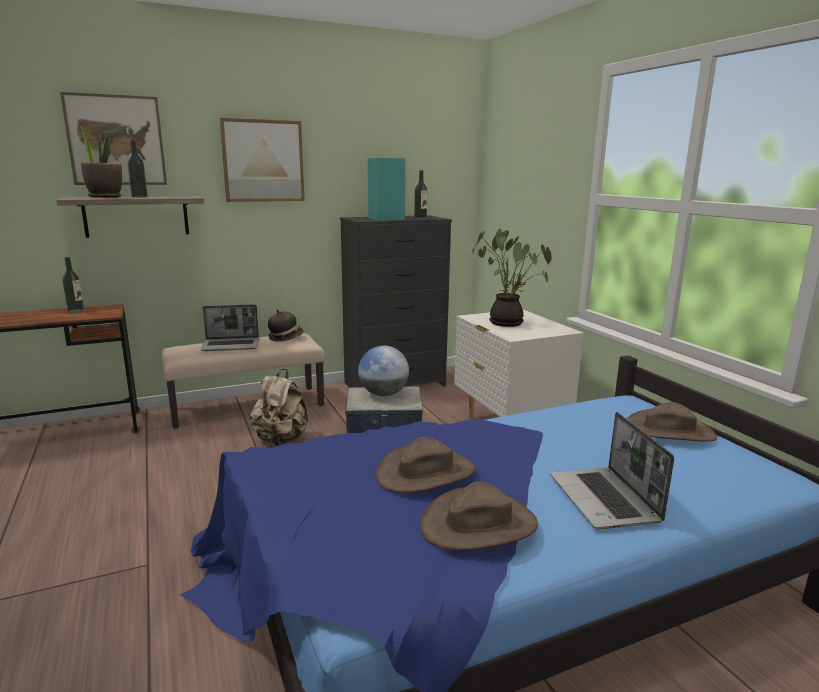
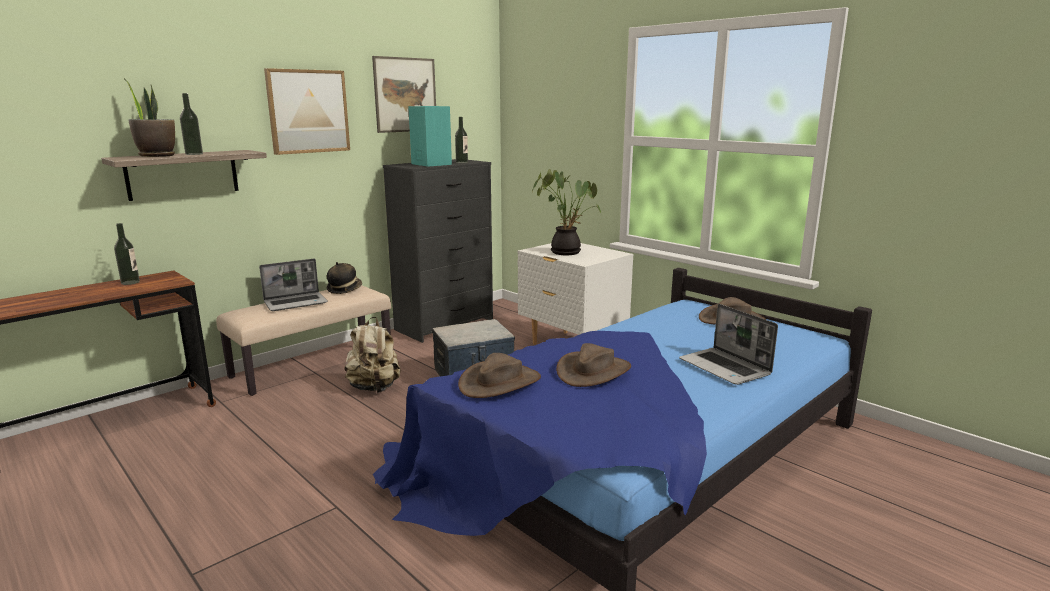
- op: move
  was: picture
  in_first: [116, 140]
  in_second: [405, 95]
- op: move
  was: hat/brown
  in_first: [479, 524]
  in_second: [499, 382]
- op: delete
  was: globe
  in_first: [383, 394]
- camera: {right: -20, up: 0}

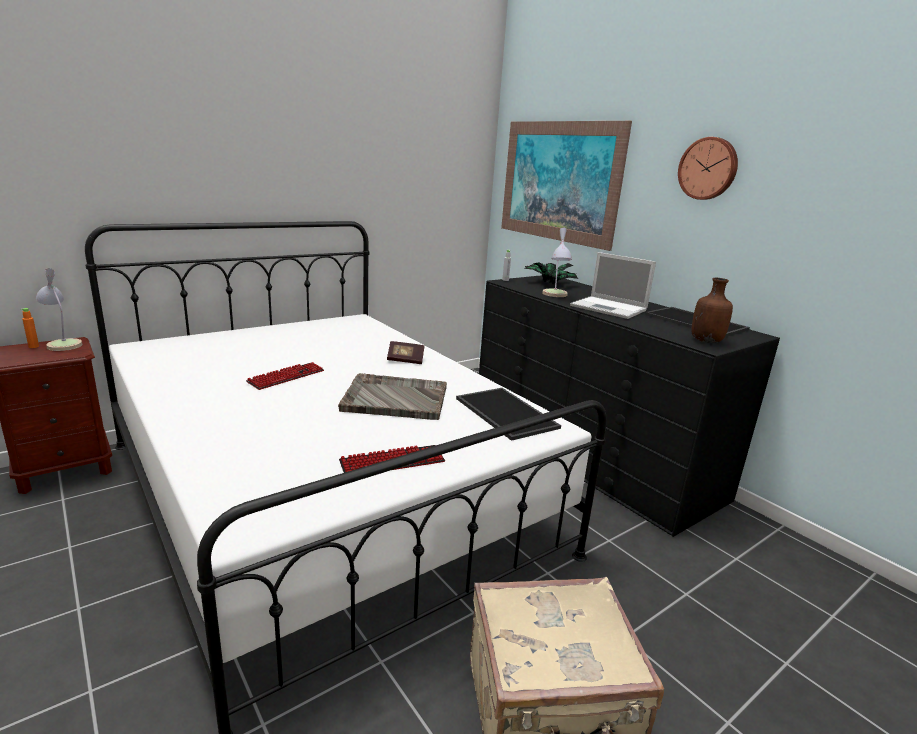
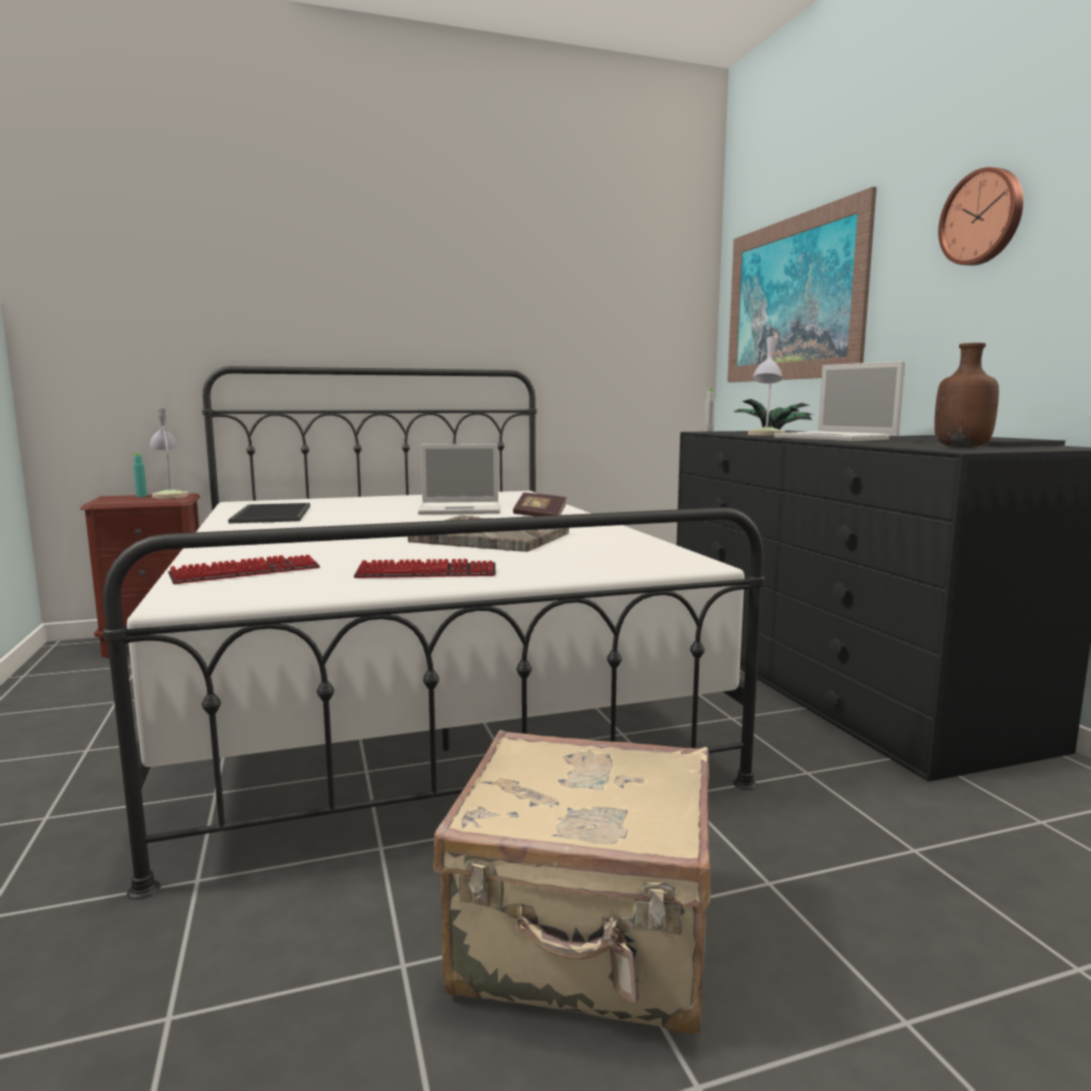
- op: recolor
  was: bottle/orange
  now: bottle/turquoise
  in_first: [33, 346]
  in_second: [141, 496]
- op: move
  was: keyboard
  in_first: [286, 377]
  in_second: [246, 572]
- op: move
  was: tray
  in_first: [504, 413]
  in_second: [270, 514]
- op: insert
  now: laptop
  in_second: [461, 509]
- camera: {right: 20, up: -10}

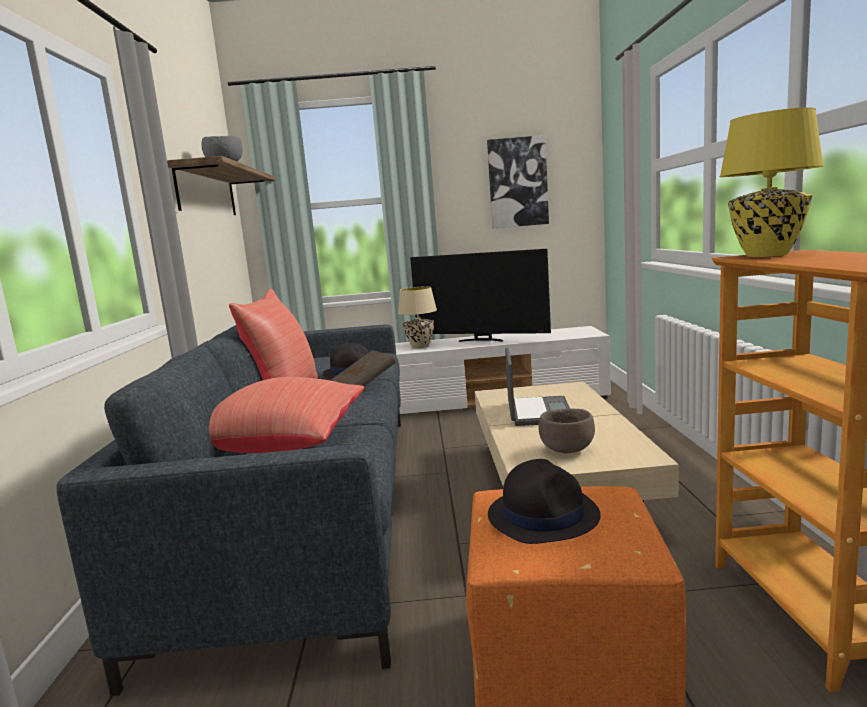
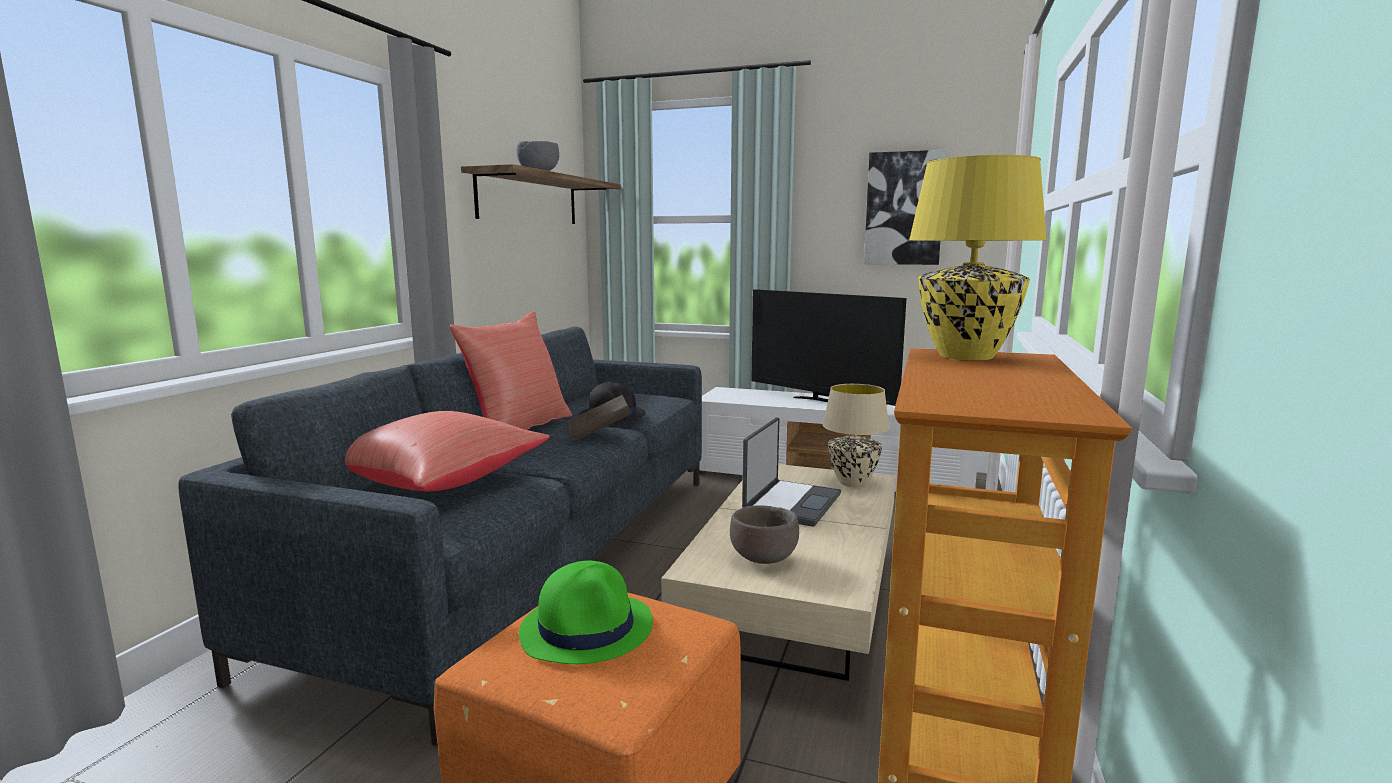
- op: recolor
  was: hat/black
  now: hat/green
  in_first: [543, 515]
  in_second: [587, 628]
- op: move
  was: table lamp/beige
  in_first: [420, 346]
  in_second: [853, 483]
- camera: {right: 20, up: 0}

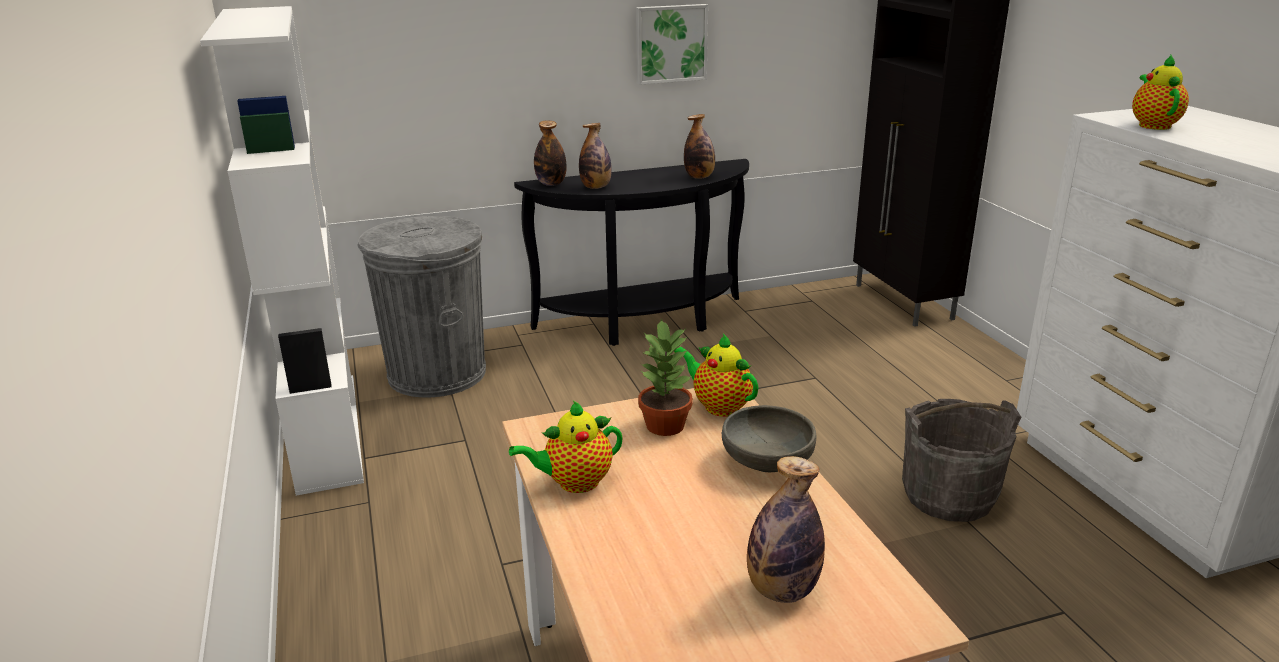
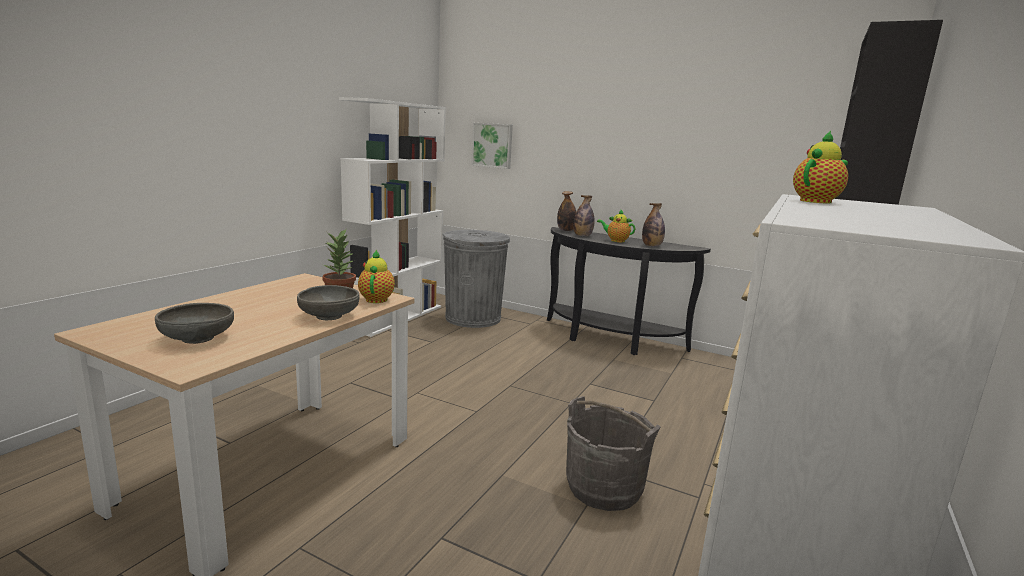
- op: replace
  was: bottle
  now: bowl/grey
  in_first: [781, 590]
  in_second: [197, 338]
- op: move
  was: picture
  in_first: [670, 43]
  in_second: [492, 145]
- op: move
  was: teapot
  in_first: [574, 483]
  in_second: [616, 240]
- camera: {right: 45, up: -10}

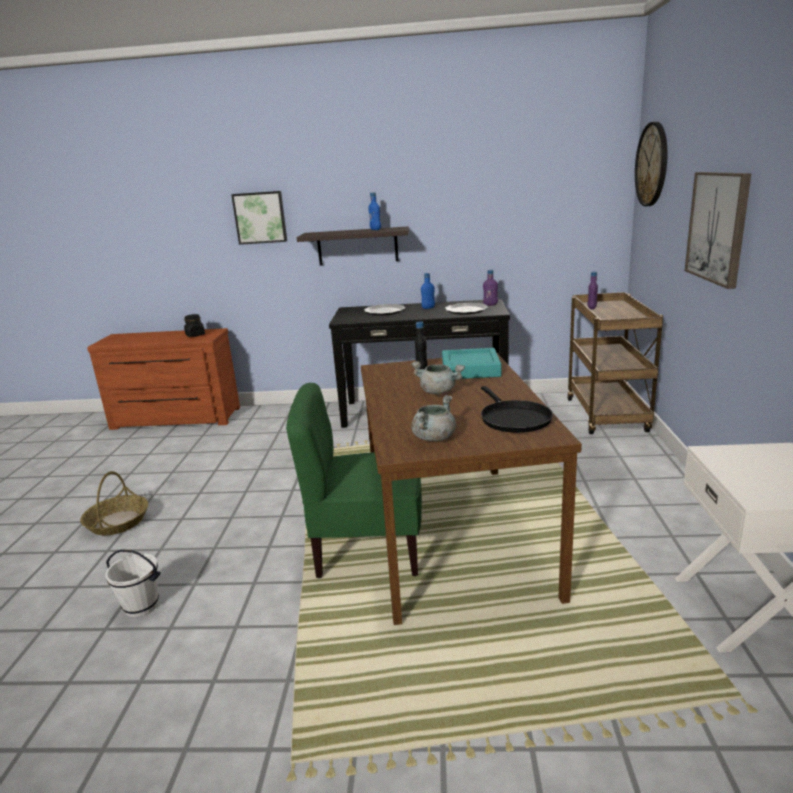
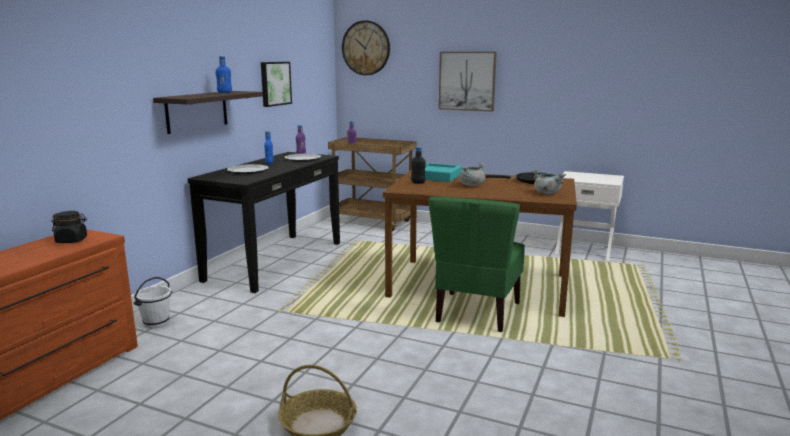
- op: move
  was: bucket/white
  in_first: [141, 607]
  in_second: [156, 323]
- op: move
  was: picture
  in_first: [260, 217]
  in_second: [274, 83]
- camera: {right: -70, up: -5}

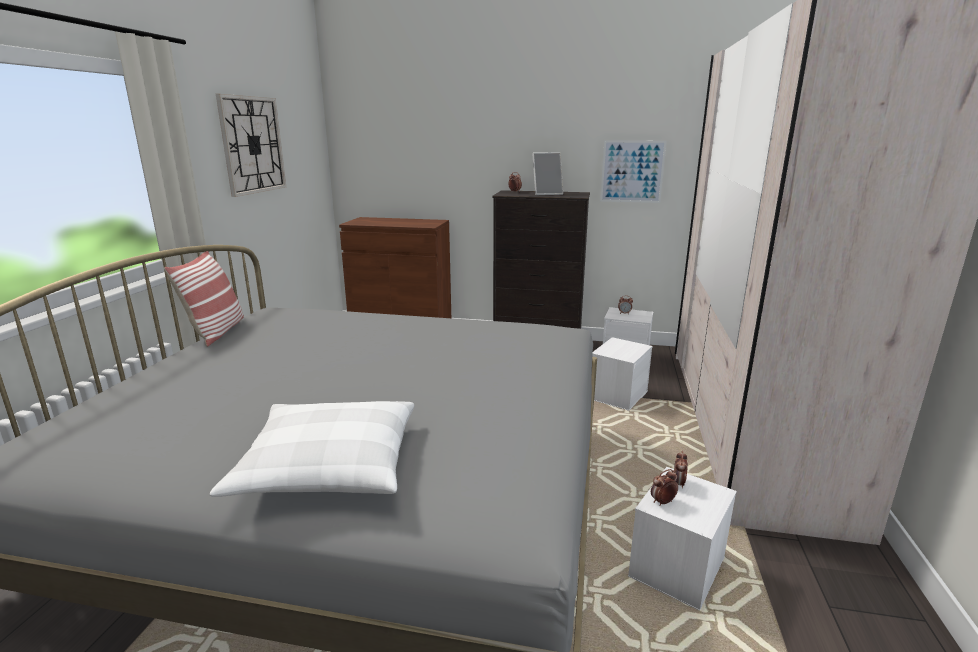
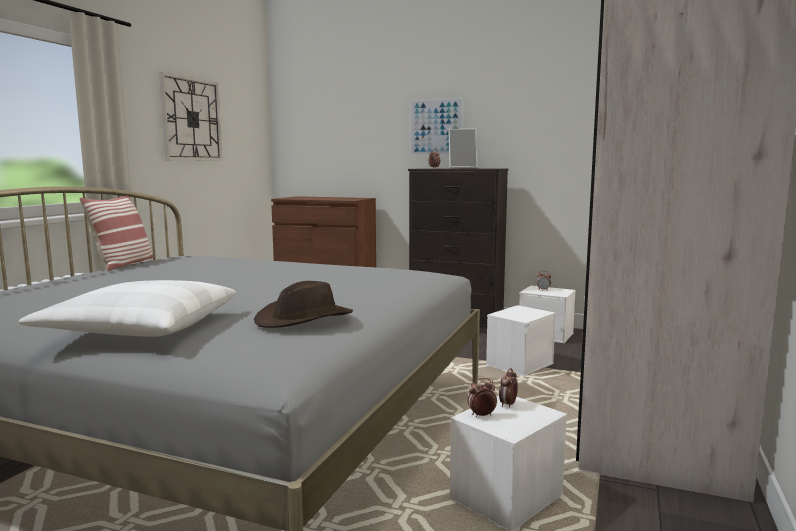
- op: insert
  now: hat/brown
  in_second: [305, 319]
- op: move
  was: picture
  in_first: [632, 171]
  in_second: [436, 127]
- camera: {right: 10, up: -10}

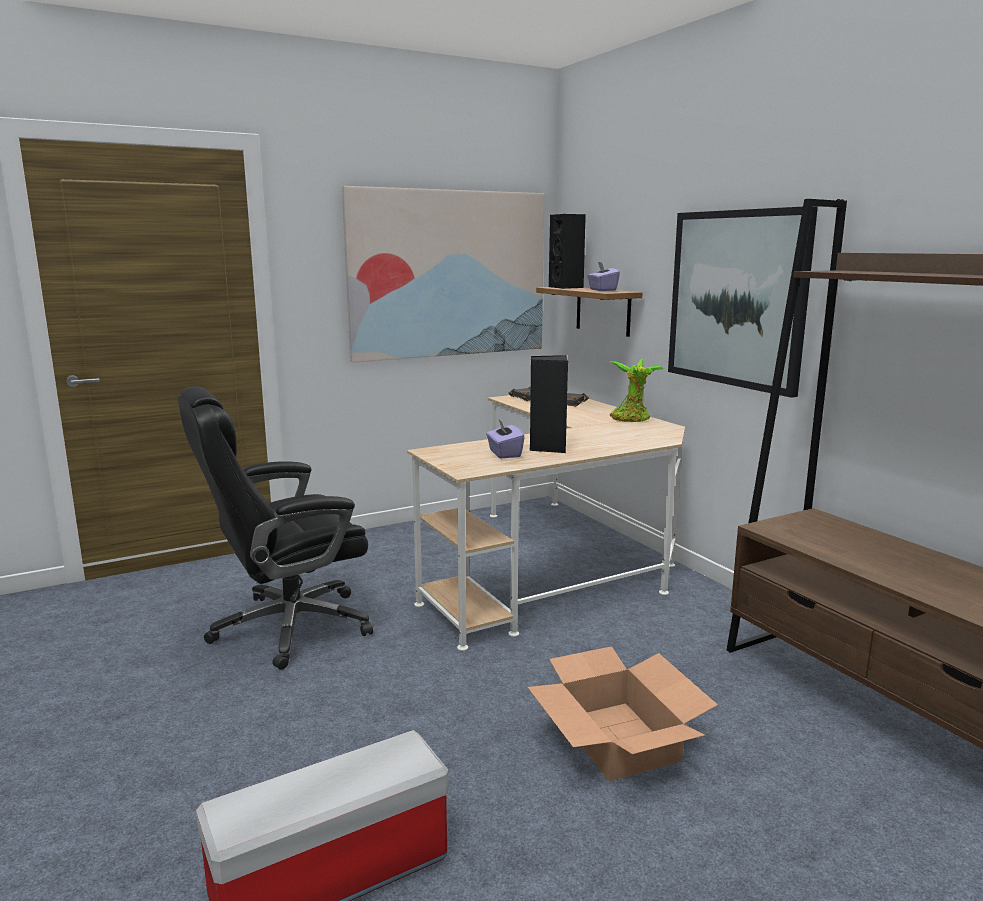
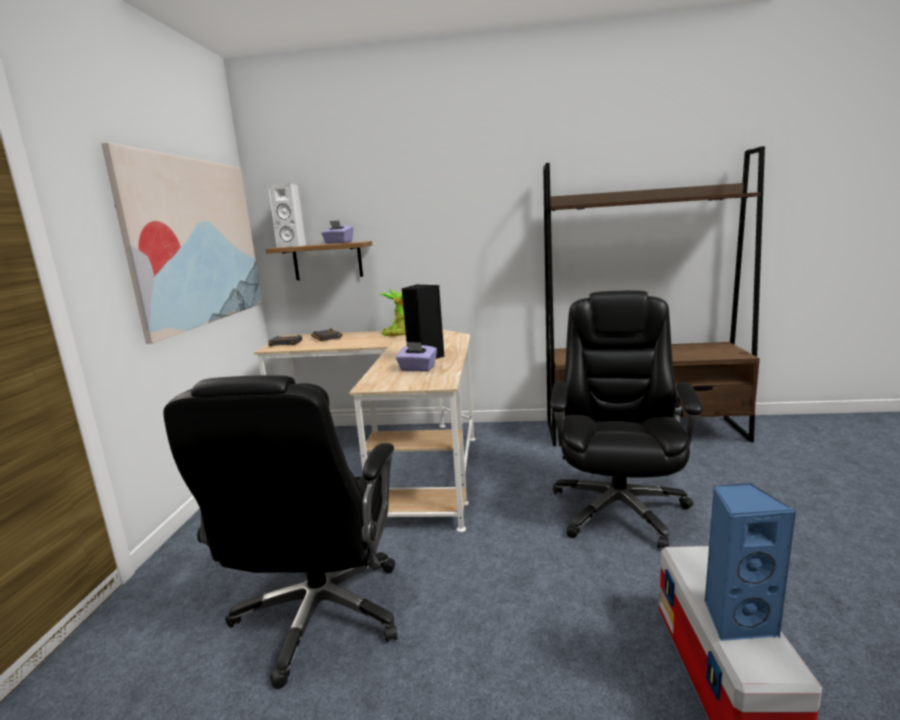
- op: recolor
  was: speaker/black
  now: speaker/white
  in_first: [566, 287]
  in_second: [293, 246]
- op: replace
  was: cardboard box
  now: office chair/black
  in_first: [618, 740]
  in_second: [618, 508]
- op: insert
  now: speaker/blue
  in_second: [736, 620]
- op: delete
  was: picture
  in_first: [736, 298]
- camera: {right: -55, up: 0}

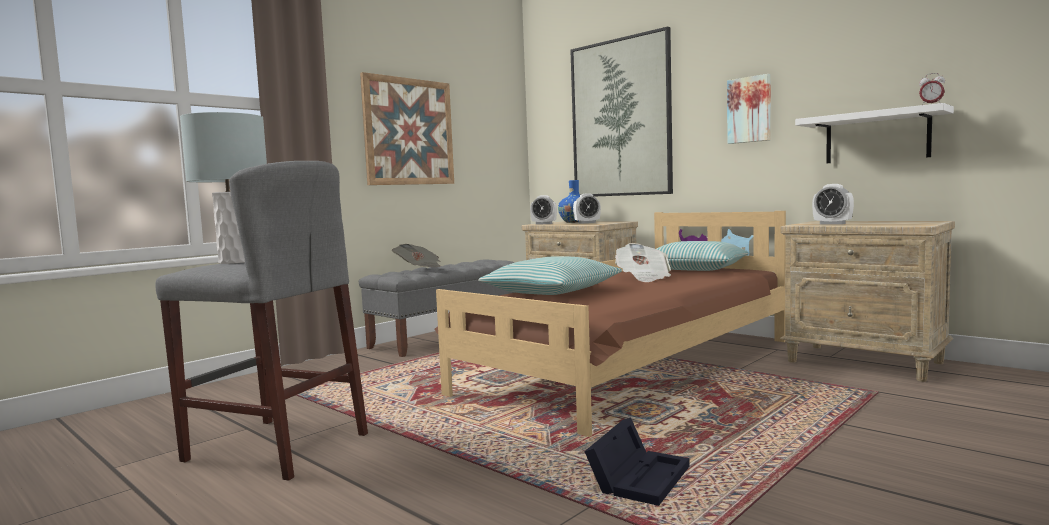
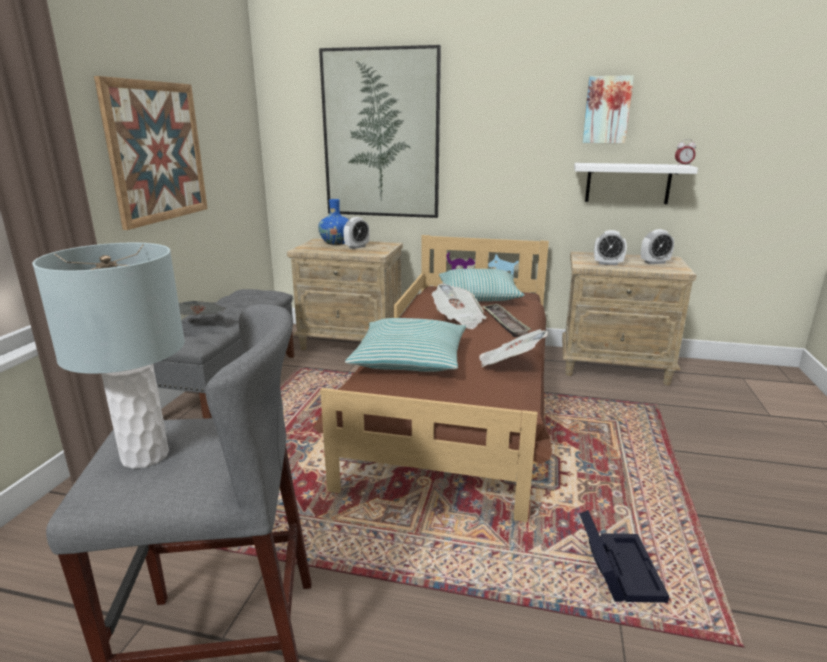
- op: insert
  now: newspaper
  in_second: [509, 364]
- op: insert
  now: tray
  in_second: [504, 323]
- op: move
  was: picture
  in_first: [749, 110]
  in_second: [607, 110]
- op: move
  was: alarm clock
  in_first: [544, 224]
  in_second: [654, 262]
- camera: {right: -30, up: 15}

